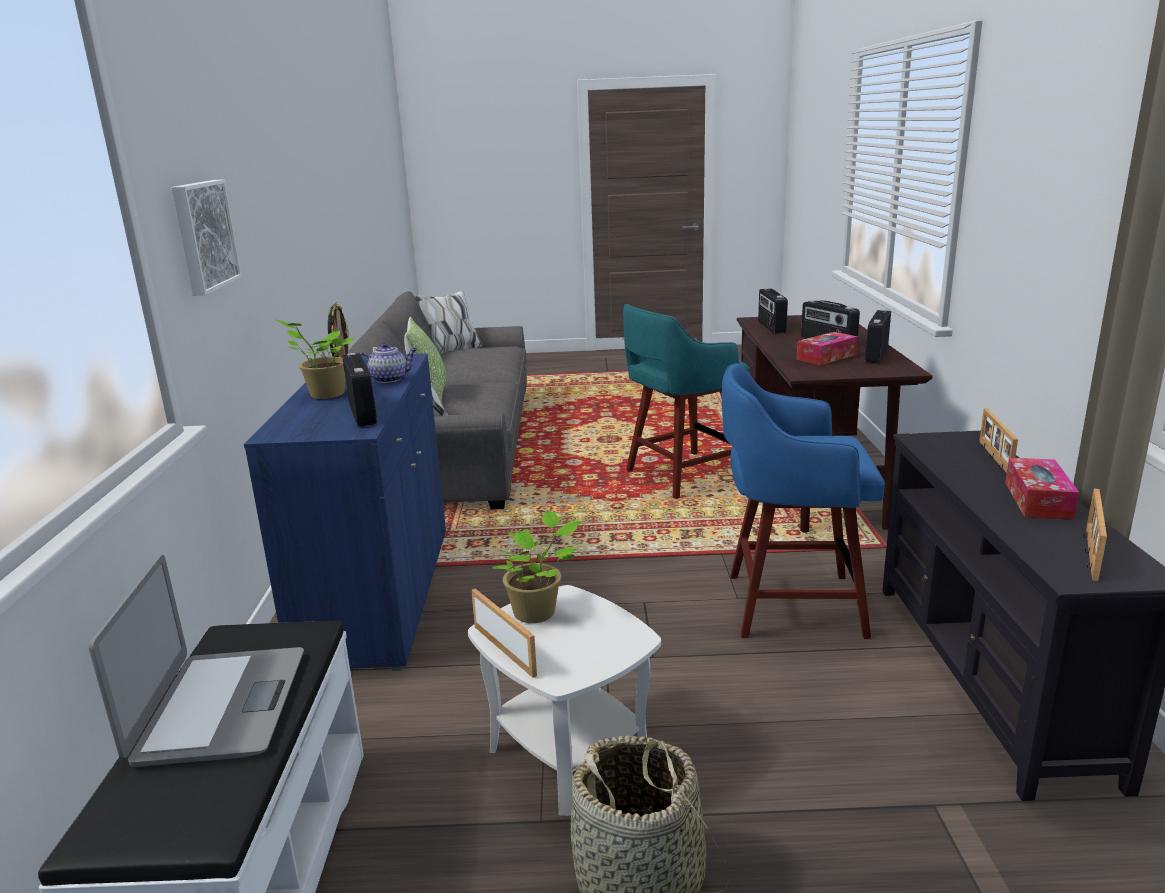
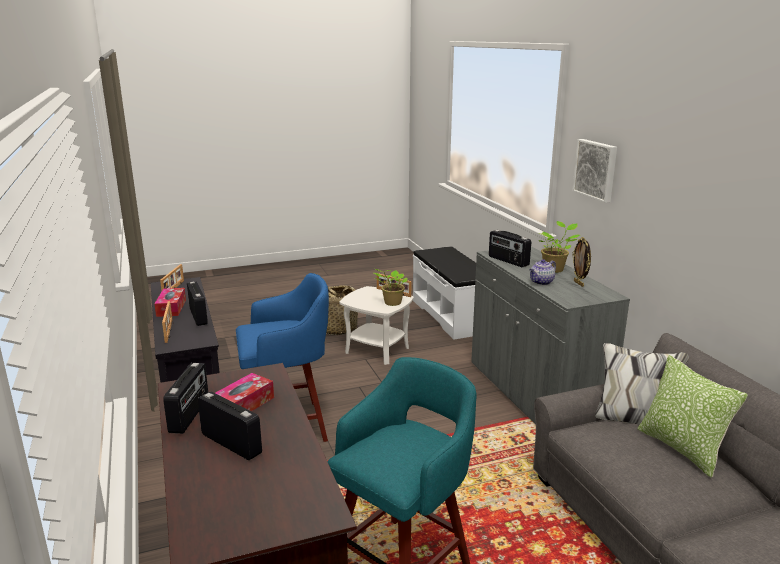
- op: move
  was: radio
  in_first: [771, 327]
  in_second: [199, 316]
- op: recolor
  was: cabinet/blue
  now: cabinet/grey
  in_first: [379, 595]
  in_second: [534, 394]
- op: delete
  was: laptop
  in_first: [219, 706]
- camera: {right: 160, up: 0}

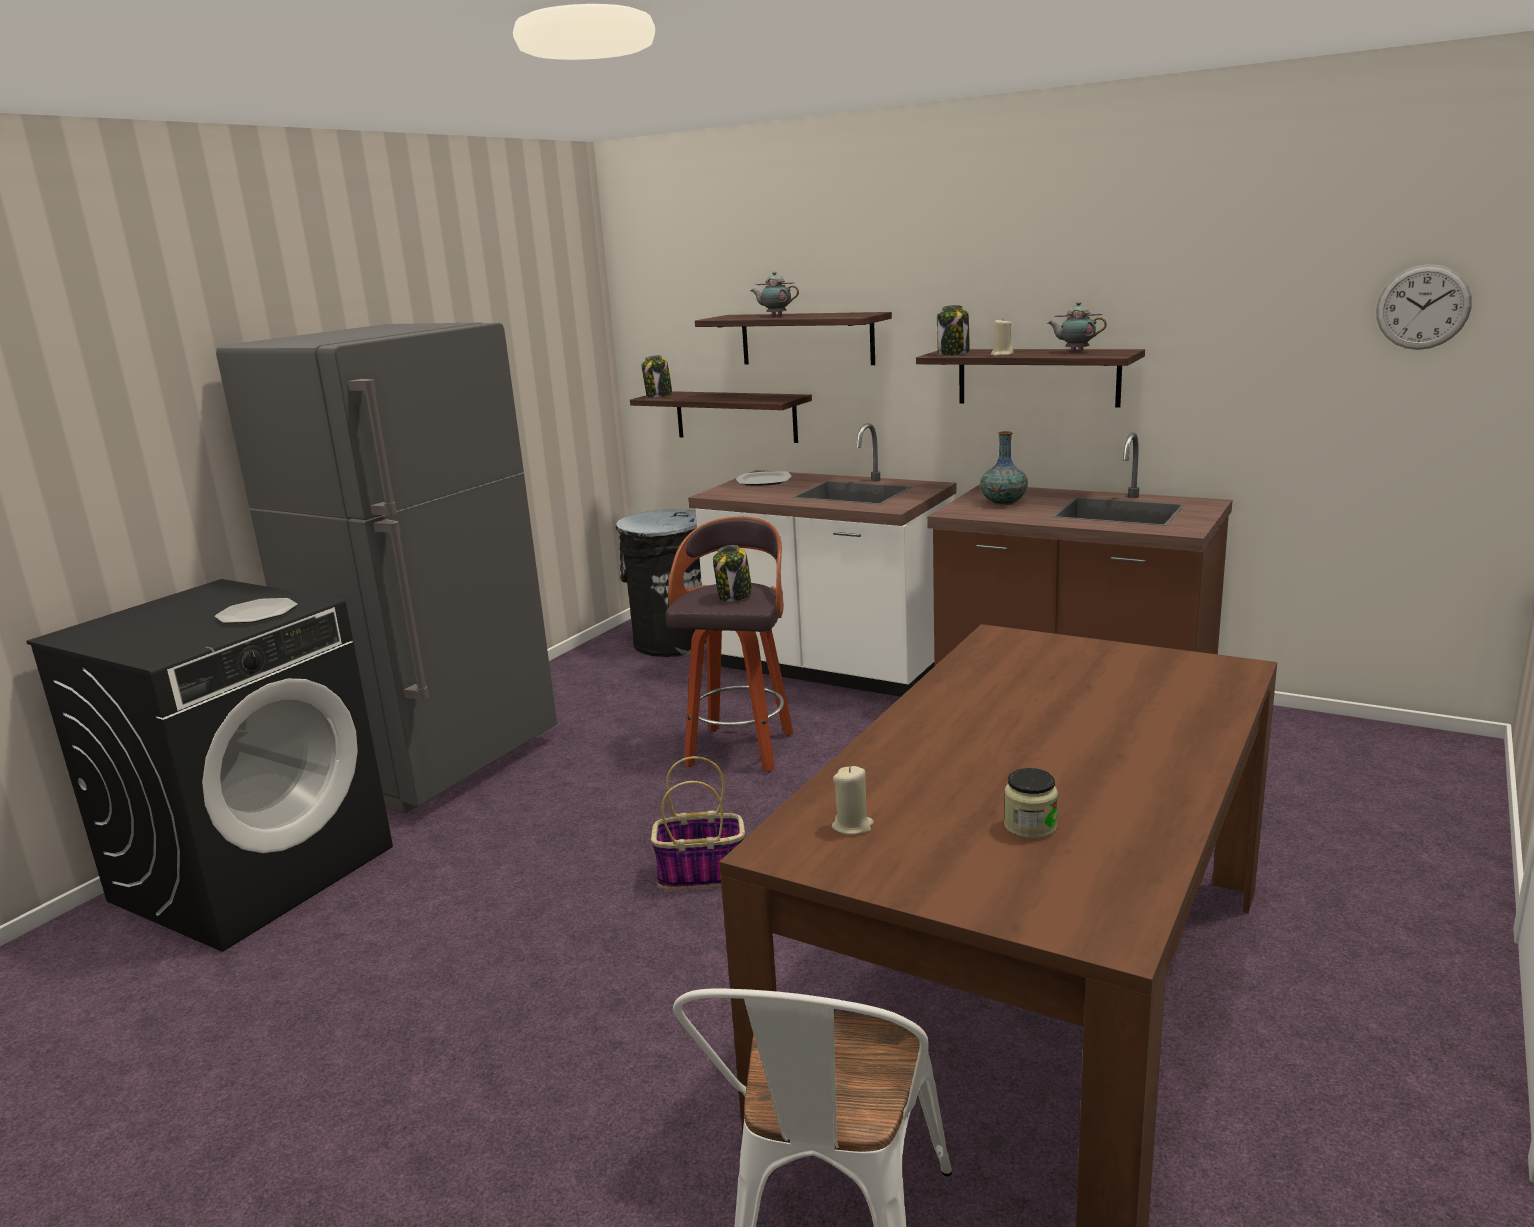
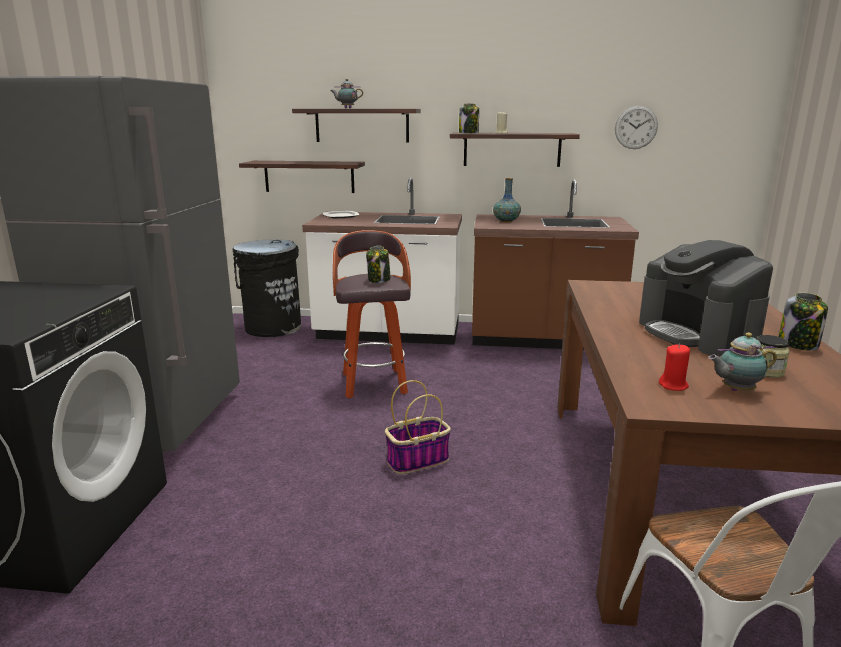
- op: move
  was: wall clock
  in_first: [1423, 307]
  in_second: [636, 127]
- op: insert
  now: coffee machine
  in_second: [697, 334]
- op: recolor
  was: candle/beige
  now: candle/red
  in_first: [852, 826]
  in_second: [673, 386]
- op: move
  was: teapot
  in_first: [1075, 351]
  in_second: [735, 390]
- op: move
  was: jar
  in_first: [659, 395]
  in_second: [798, 344]
- op: delete
  was: plate
  in_first: [257, 613]
- camera: {right: -25, up: 0}

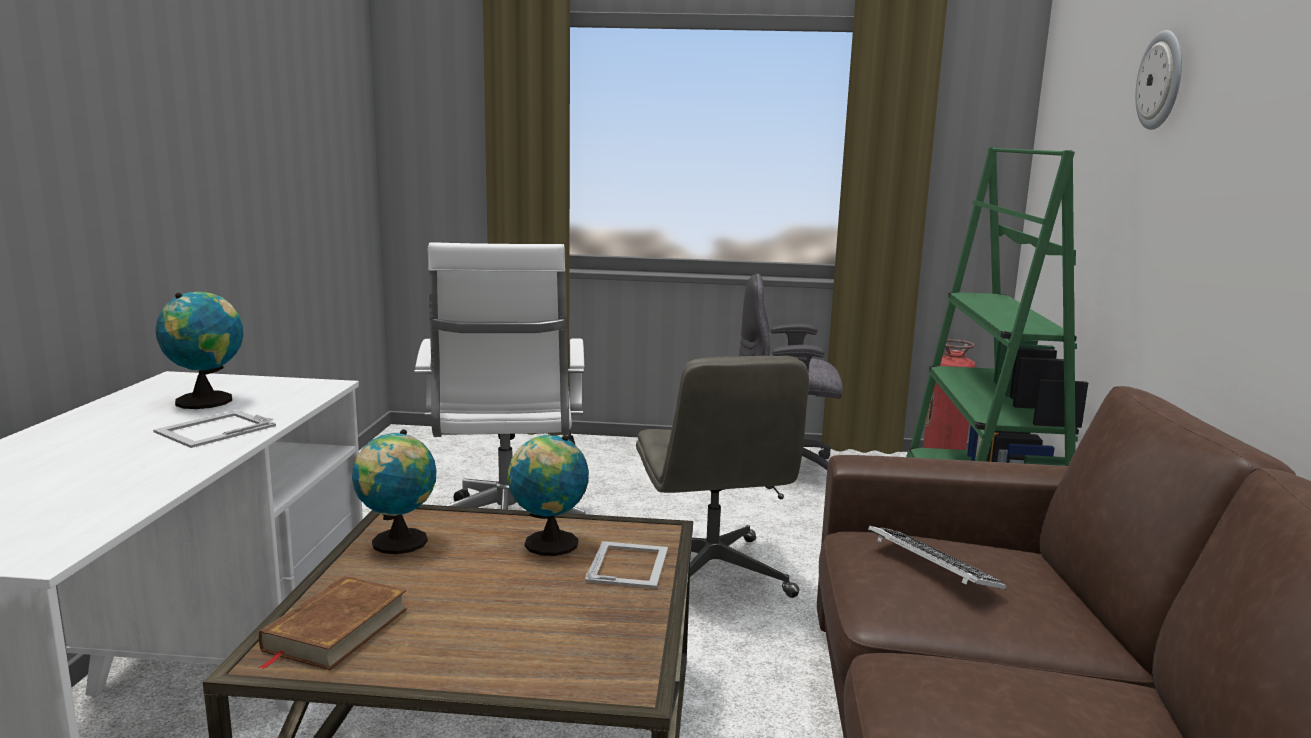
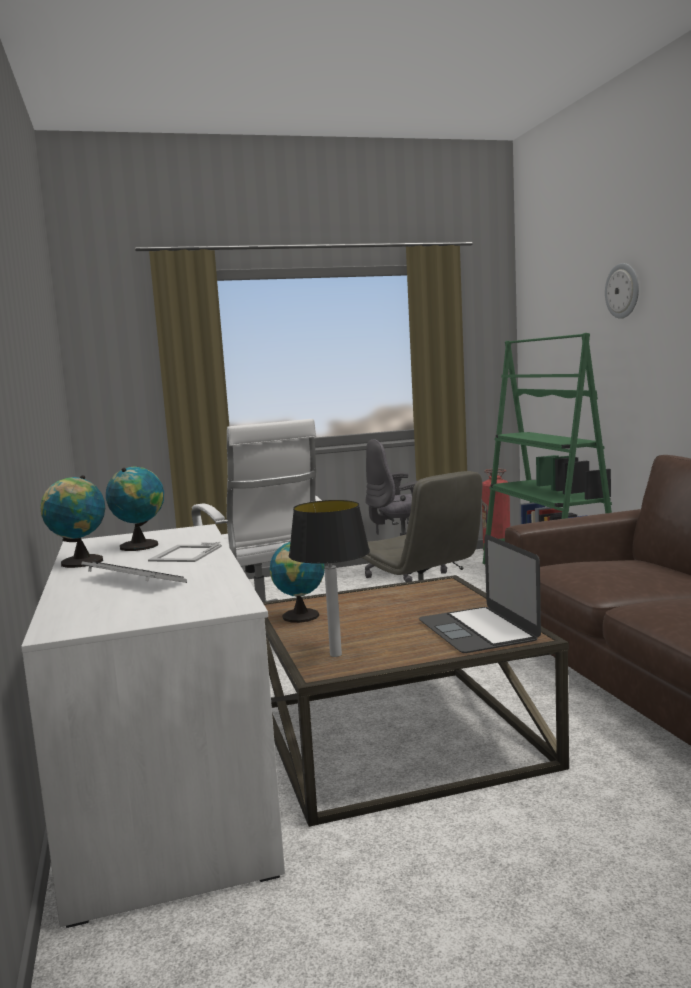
- op: move
  was: globe
  in_first: [547, 544]
  in_second: [79, 563]
- op: move
  was: keyboard
  in_first: [932, 566]
  in_second: [133, 581]
- op: replace
  was: book/brown
  now: table lamp
  in_first: [335, 629]
  in_second: [334, 654]
- op: insert
  now: laptop
  in_second: [477, 630]
- op: delete
  was: picture frame
  in_first: [629, 564]
- camera: {right: -20, up: -5}

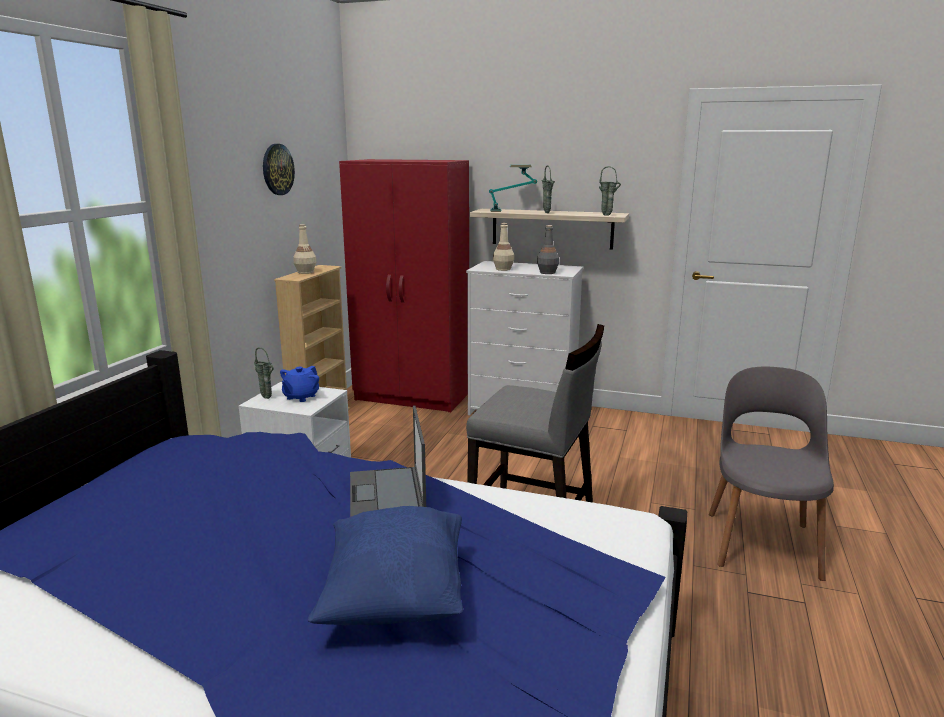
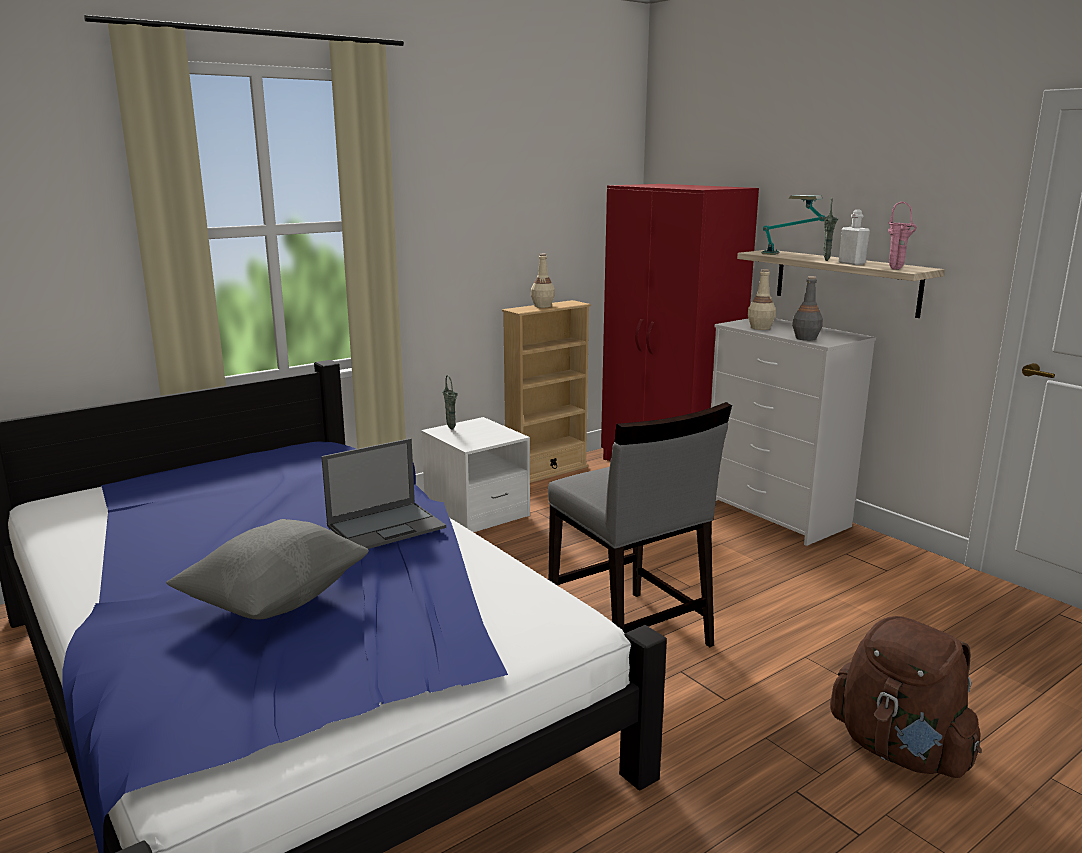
- op: recolor
  was: pillow/blue
  now: pillow/grey
  in_first: [394, 597]
  in_second: [276, 600]
- op: rotate
  was: laptop
  in_first: [387, 494]
  in_second: [387, 526]
  clockwise: -150
- op: replace
  was: chair/grey
  now: backpack/brown
  in_first: [762, 541]
  in_second: [900, 750]
- op: insert
  now: bottle/white
  in_second: [851, 263]
- op: recolor
  was: vase/green
  now: vase/pink
  in_first: [607, 215]
  in_second: [897, 269]
- op: delete
  was: wall clock
  in_first: [277, 169]
- op: delete
  was: teapot/blue
  in_first: [301, 397]
- camera: {right: 35, up: 0}

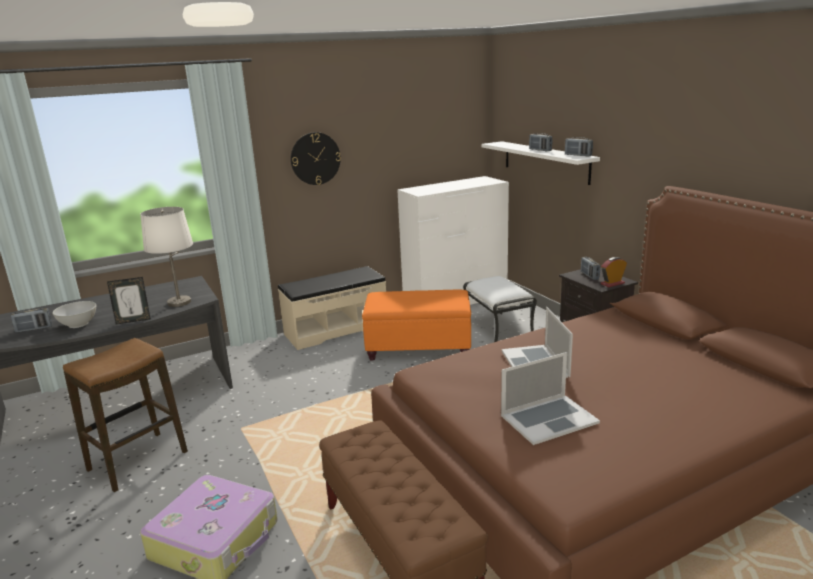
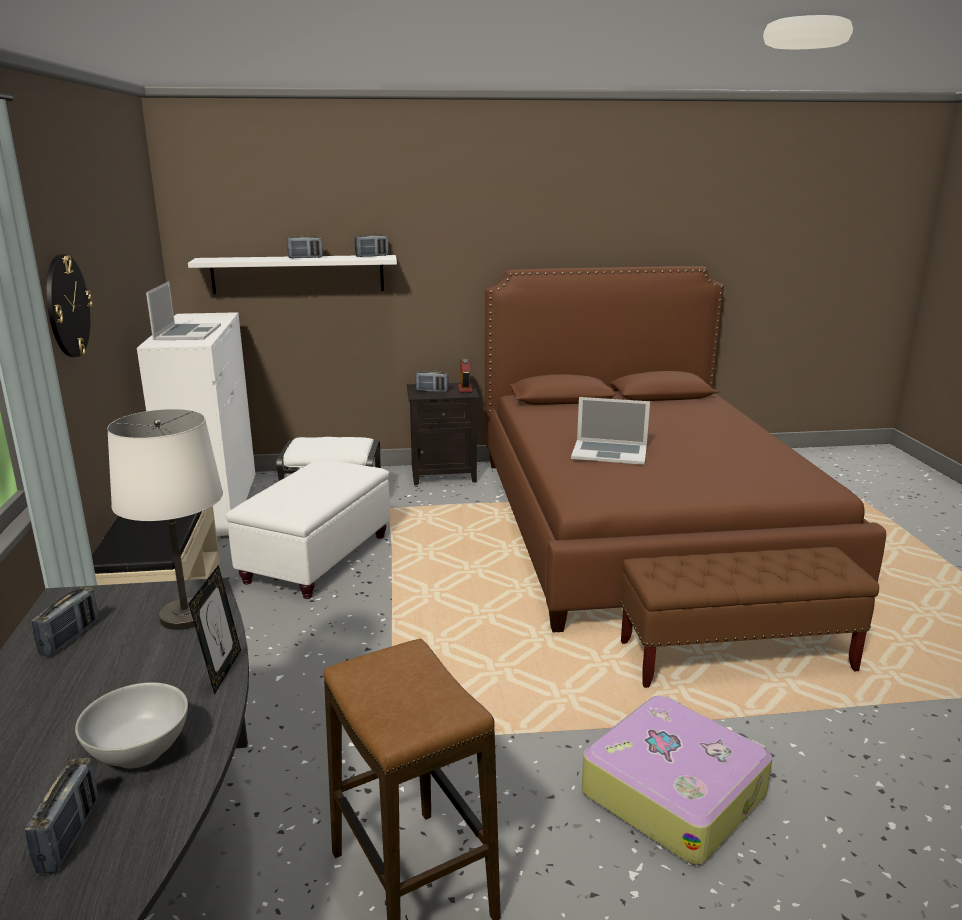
- op: insert
  now: radio
  in_second: [70, 638]
- op: move
  was: laptop
  in_first: [548, 419]
  in_second: [187, 332]
- op: recolor
  was: ottoman/orange
  now: ottoman/white
  in_first: [419, 347]
  in_second: [318, 557]
- camera: {right: -70, up: 0}

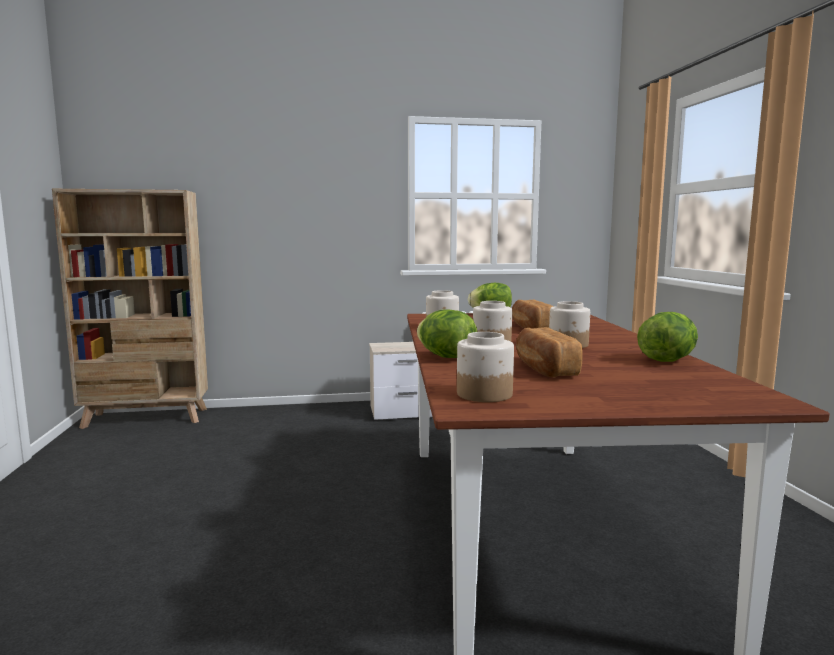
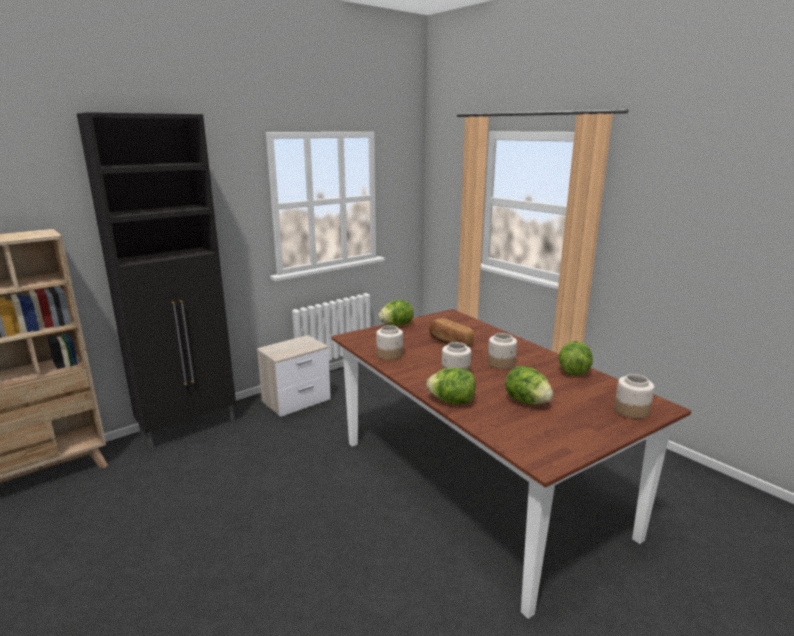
- op: insert
  now: cabinet/black
  in_second: [190, 427]
- op: replace
  was: bread
  now: lettuce
  in_first: [544, 369]
  in_second: [527, 402]
- op: move
  was: jar
  in_first: [483, 394]
  in_second: [631, 411]
- camera: {right: -30, up: 10}

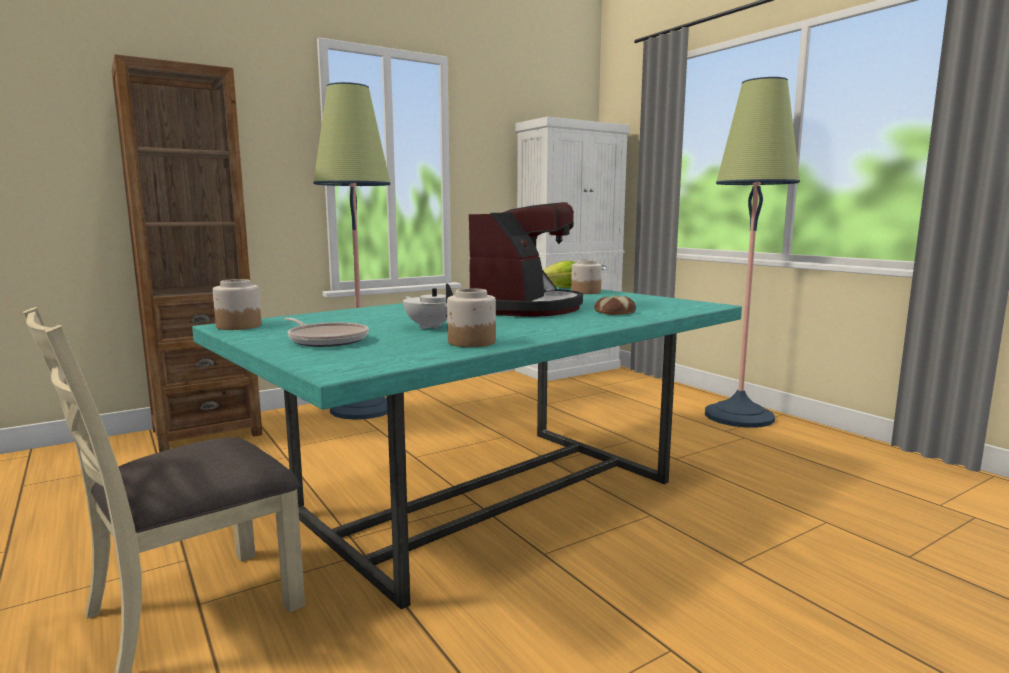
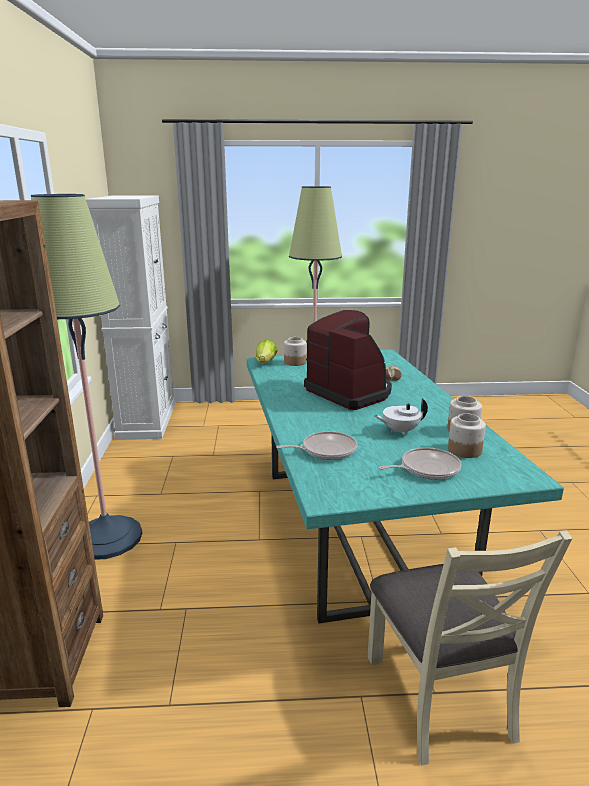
- op: insert
  now: frying pan
  in_second: [326, 450]
- op: move
  was: jar
  in_first: [238, 326]
  in_second: [464, 450]
- camera: {right: -60, up: 10}

